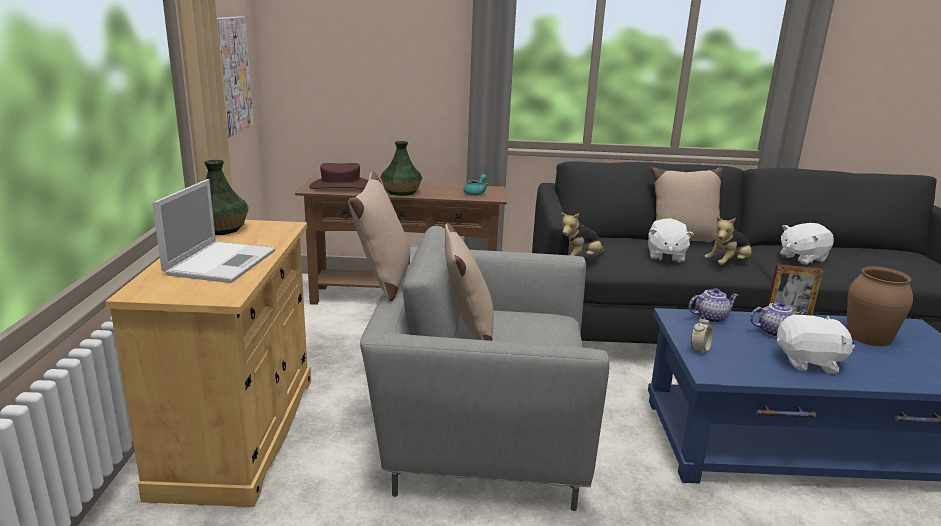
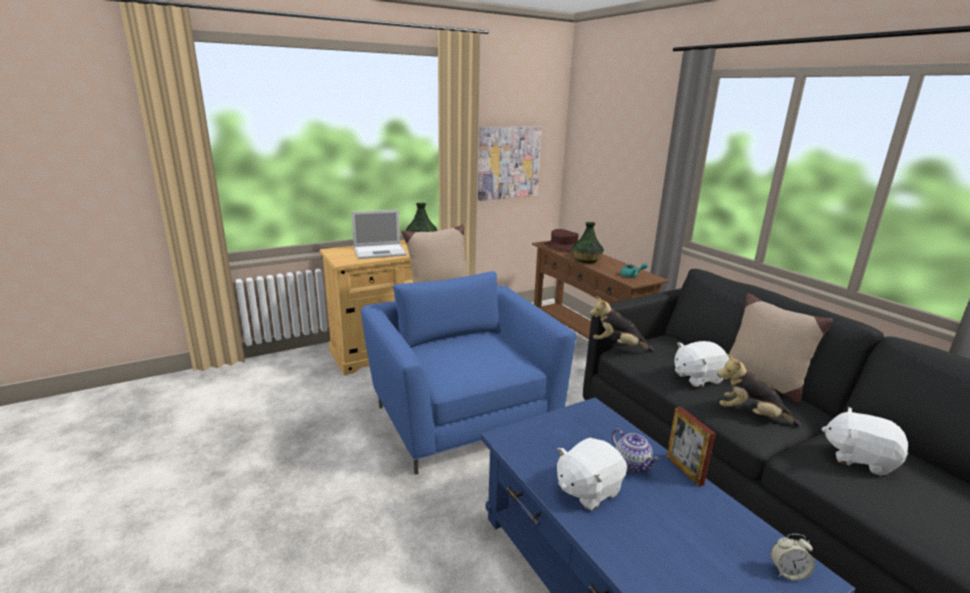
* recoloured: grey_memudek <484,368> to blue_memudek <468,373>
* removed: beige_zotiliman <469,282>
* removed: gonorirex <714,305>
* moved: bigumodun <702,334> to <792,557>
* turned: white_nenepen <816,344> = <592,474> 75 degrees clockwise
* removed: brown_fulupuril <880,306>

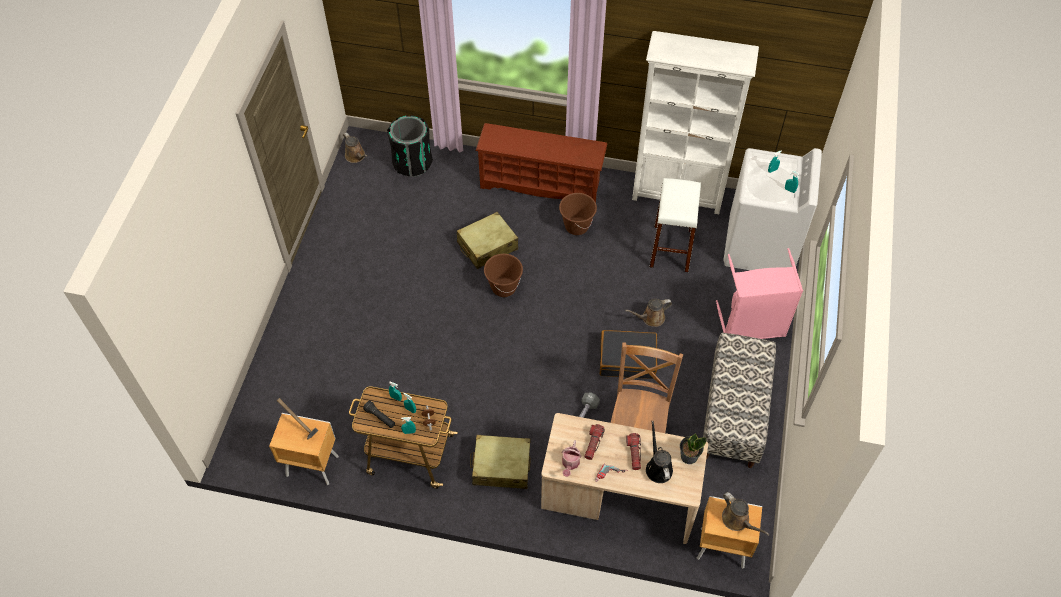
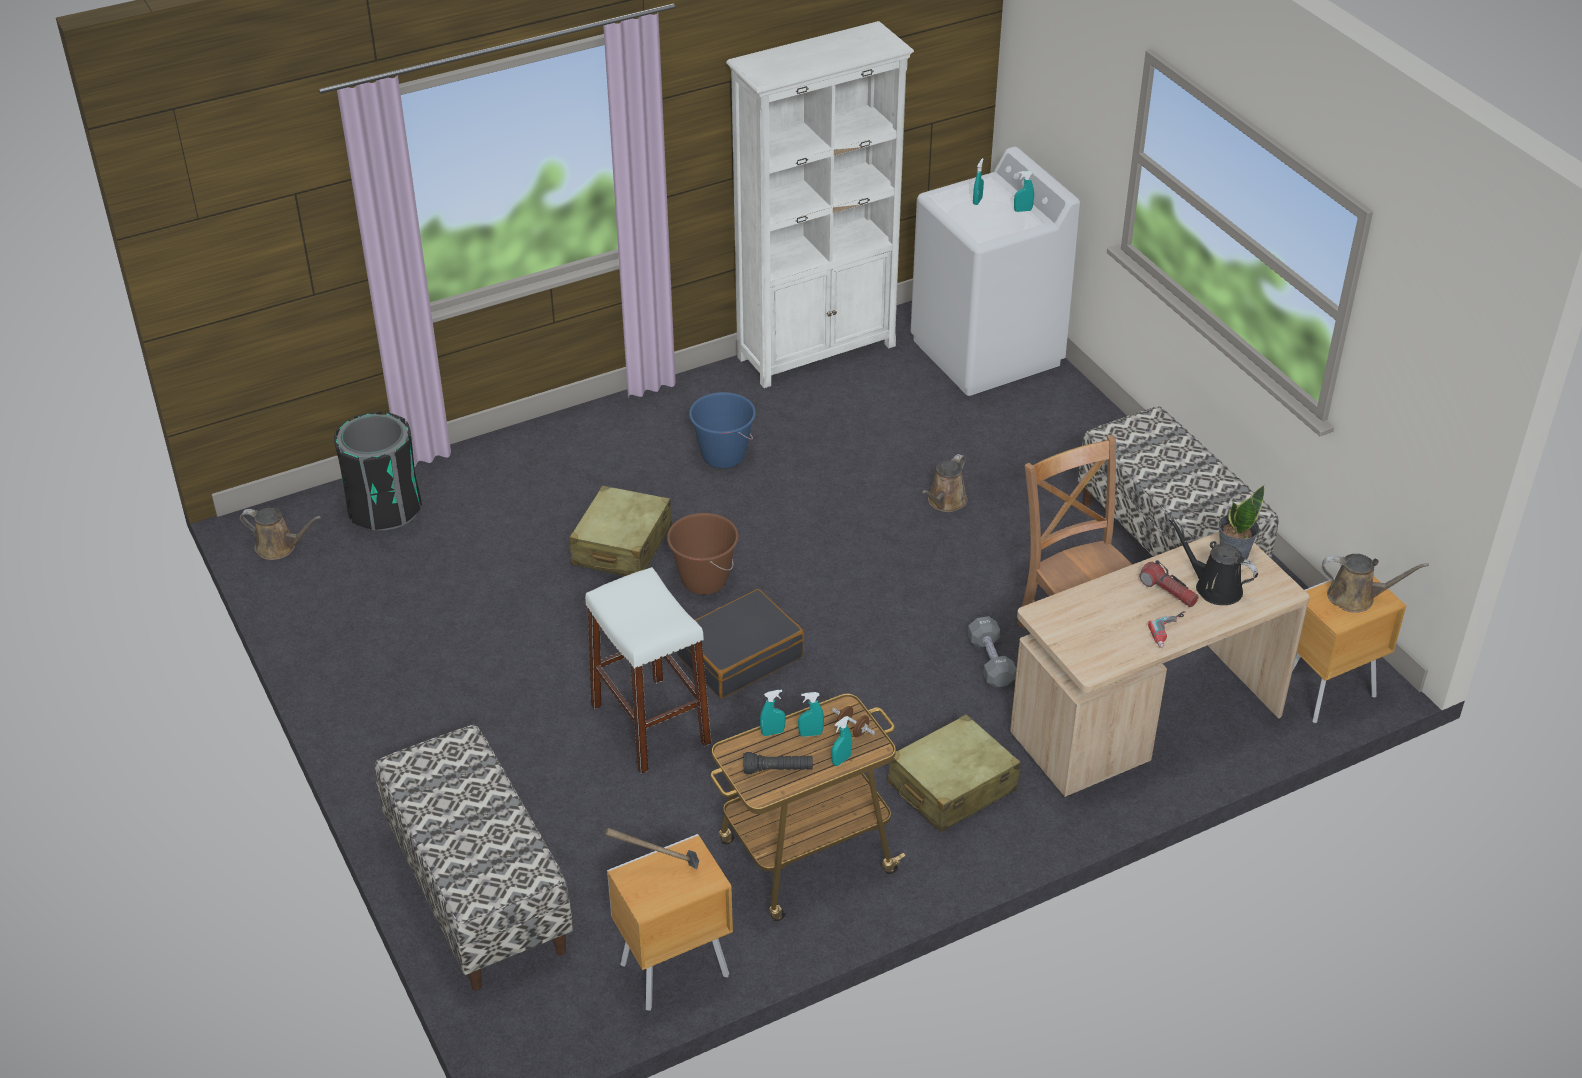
* removed: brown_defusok <541,163>
* recoloured: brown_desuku <578,214> to blue_desuku <722,430>
* removed: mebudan <571,458>
* removed: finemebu <594,442>
* moved: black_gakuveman <628,354> to <740,643>
* moved: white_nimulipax <675,225> to <648,670>
* removed: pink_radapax <759,293>
* added: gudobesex <474,858>

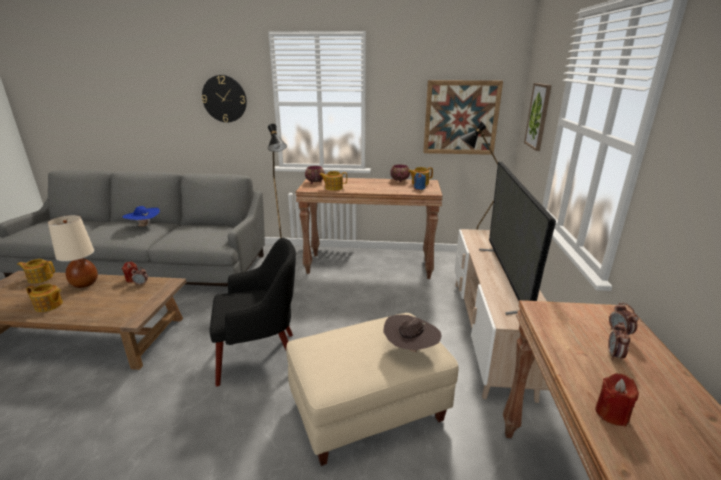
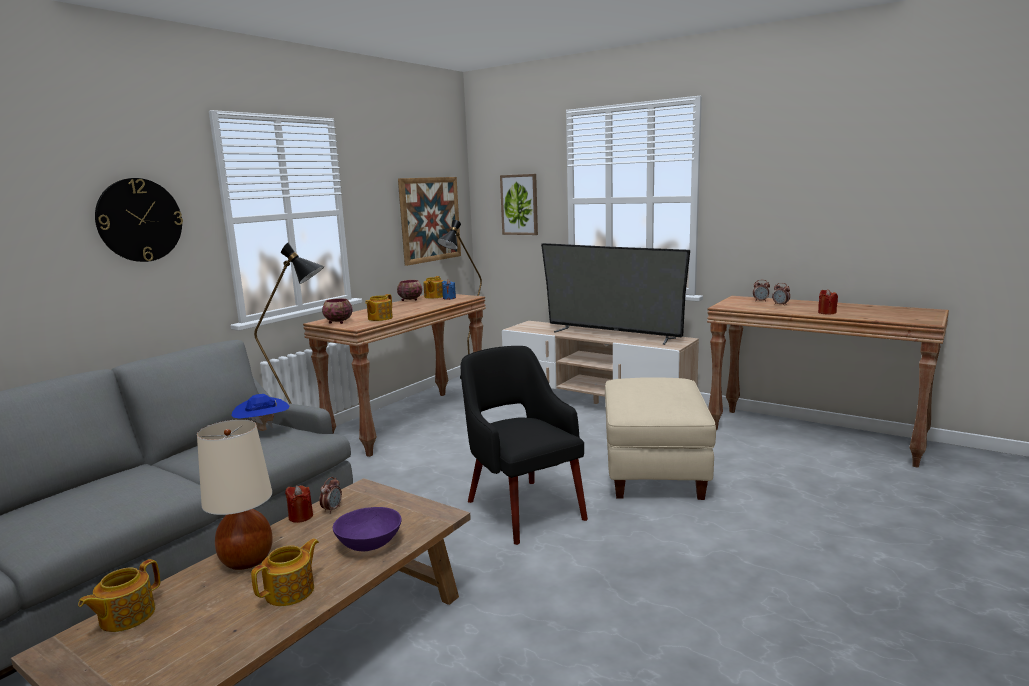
* moved: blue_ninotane <141,216> to <260,412>
* turned: black_memudek <252,312> = <524,445> 45 degrees counterclockwise
* removed: brown_ninotane <412,334>
* added: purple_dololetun <367,529>

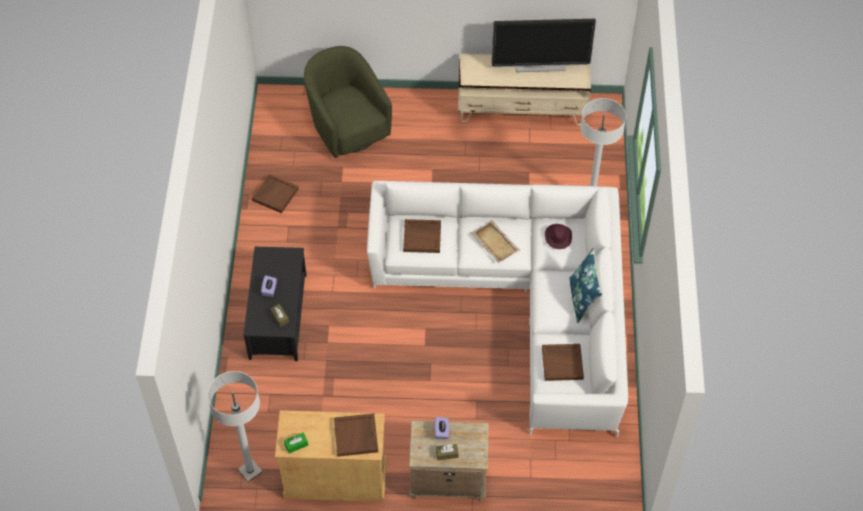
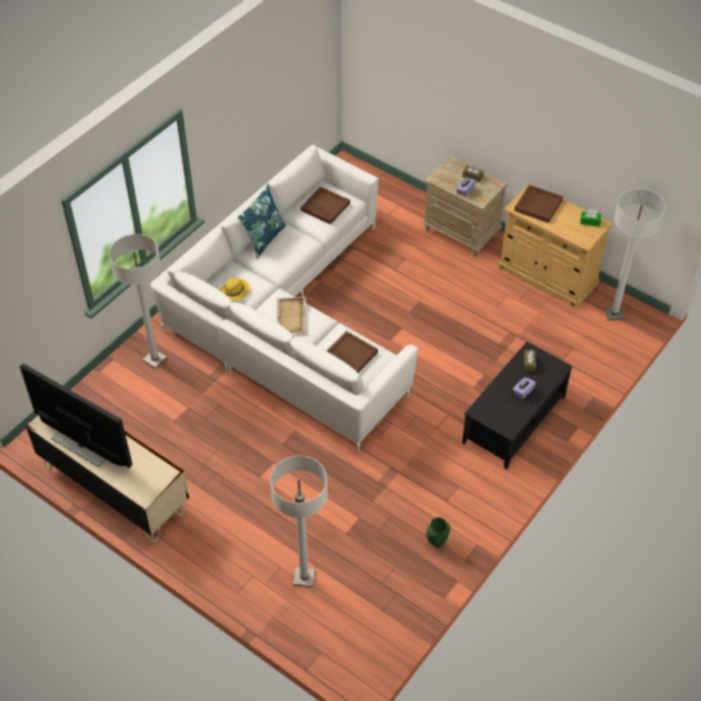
* replaced: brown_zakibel <275,193> to green_fulupuril <438,532>
* replaced: green_memudek <348,102> to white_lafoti <299,521>
* recoloured: purple_ninotane <558,236> to yellow_ninotane <234,290>

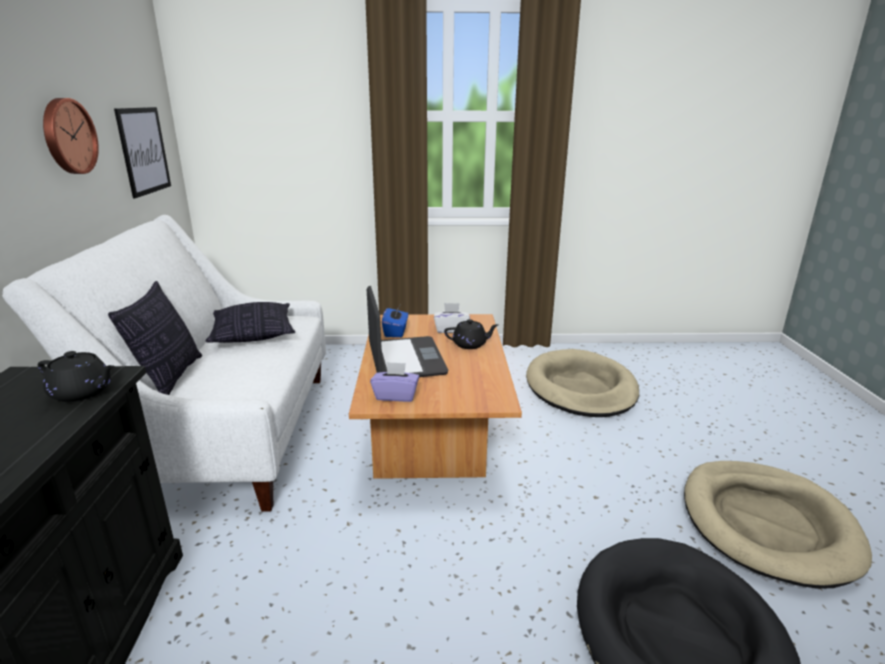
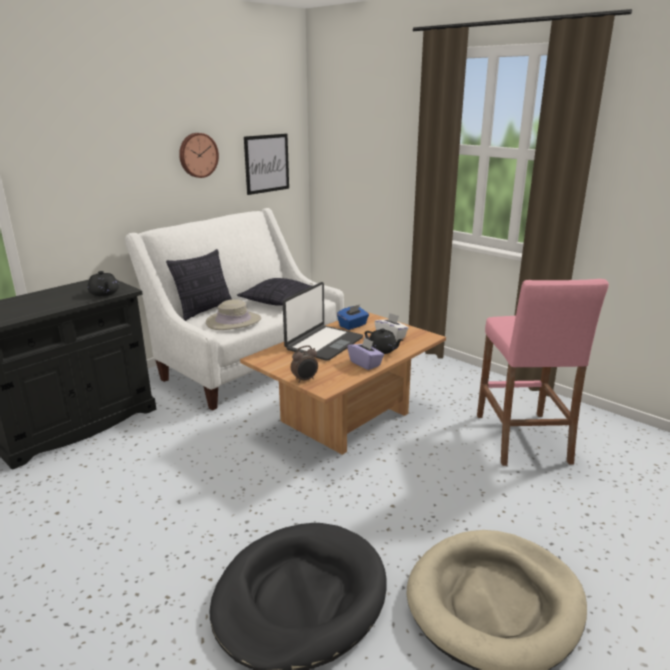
* moved: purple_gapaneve <395,382> to <366,353>
* replaced: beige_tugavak <582,383> to pink_nimulipax <543,372>
* added: beige_ninotane <233,314>
* added: bigumodun <304,364>

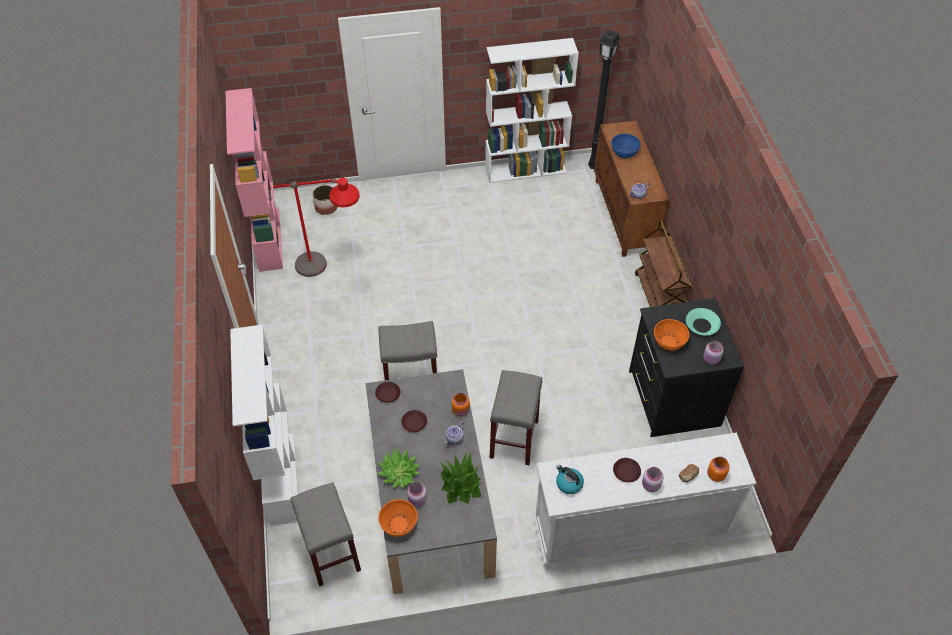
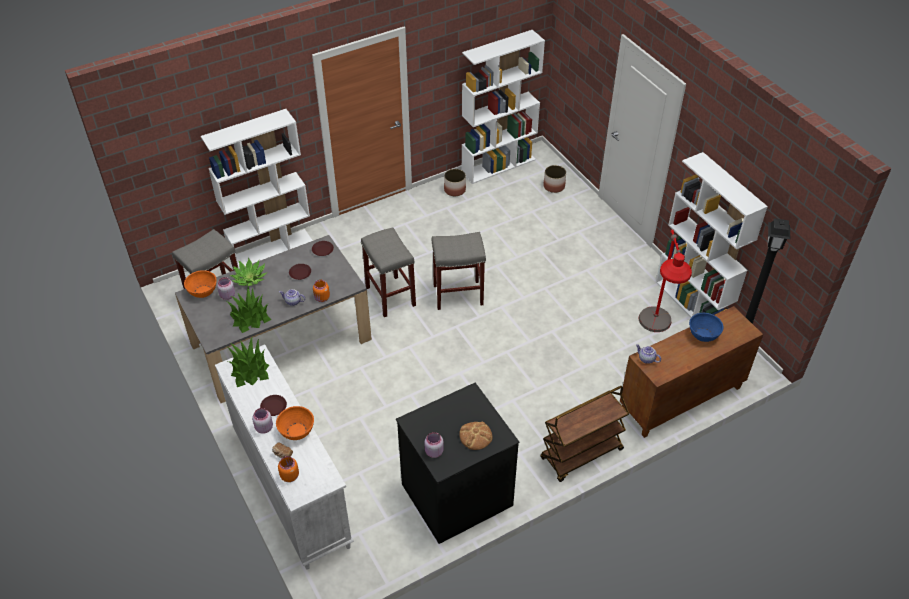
* recoloured: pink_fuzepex <254,180> to white_fuzepex <503,107>
* moved: red_lafoti <316,227> to <665,280>
* moved: grey_nimulipax <516,417> to <459,271>
* replaced: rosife <570,479> to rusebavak <248,362>
* moved: orange_dololetun <671,334> to <295,423>
* replaced: turquoise_dololetun <703,321> to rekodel <475,436>
* added: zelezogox <455,182>

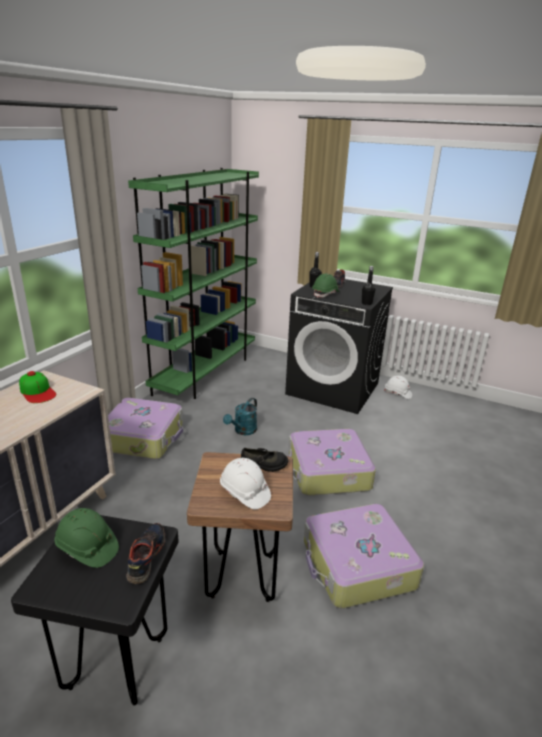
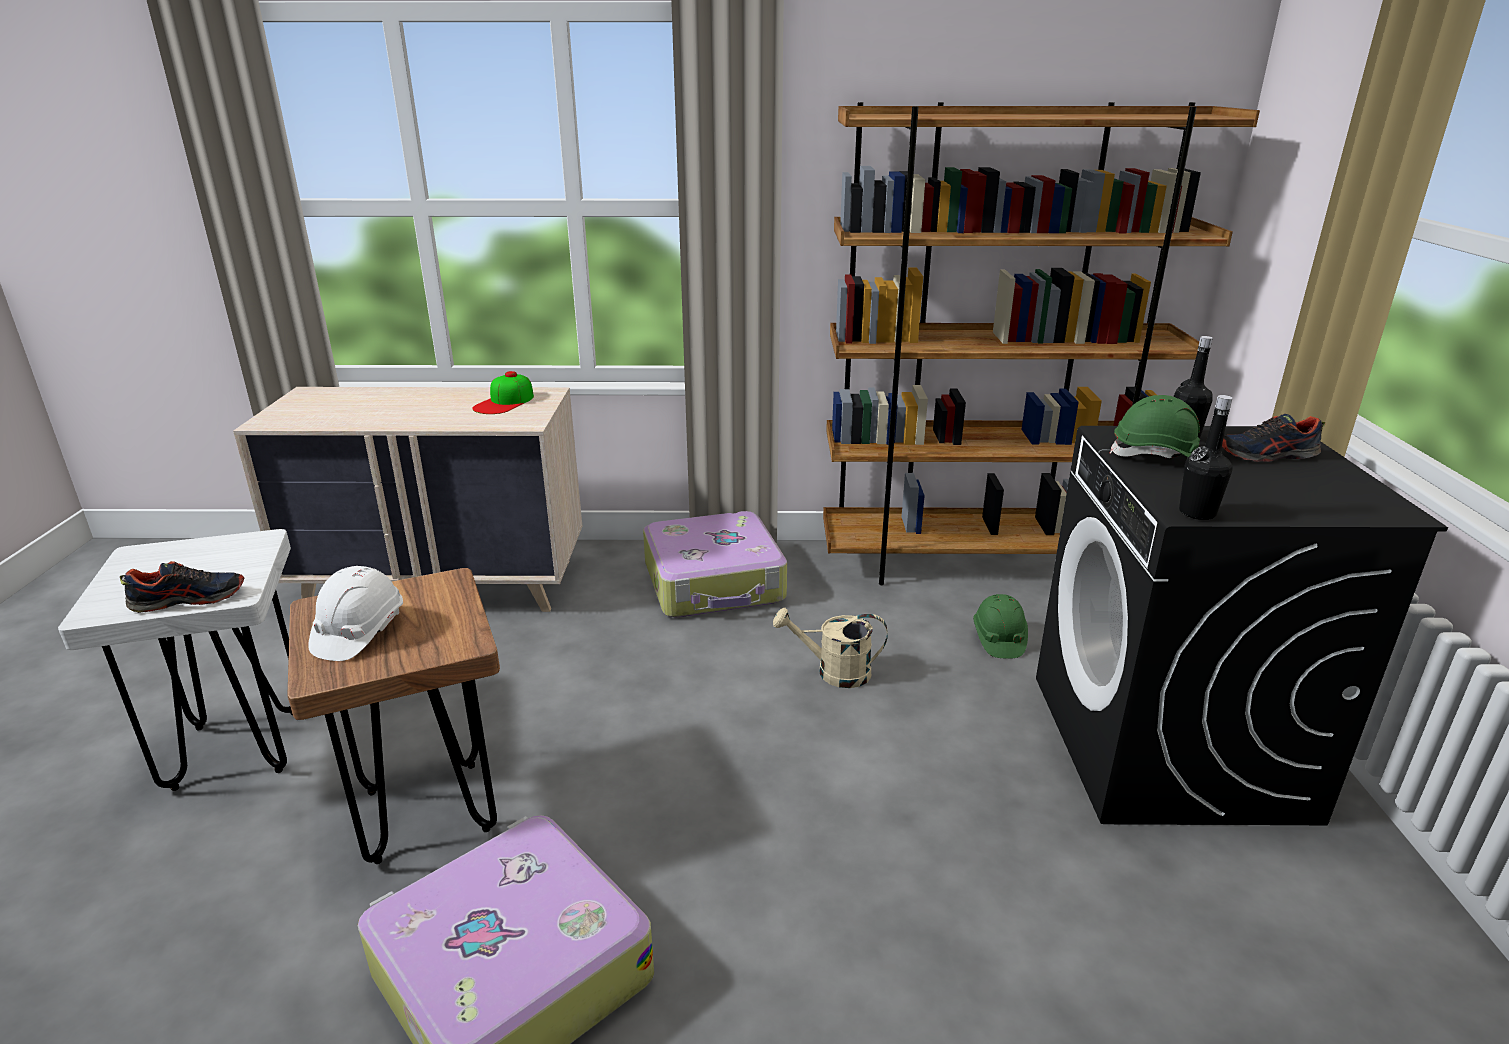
* recoloured: black_nimulipax <95,610> to white_nimulipax <175,660>
* moved: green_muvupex <87,538> to <1000,626>
* recoloured: green_fuzepex <193,283> to brown_fuzepex <1041,343>
* recoloured: turquoise_mebudan <240,416> to beige_mebudan <830,648>
* removed: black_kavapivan <264,460>
* removed: gakuveman <332,462>
* removed: white_muvupex <398,387>

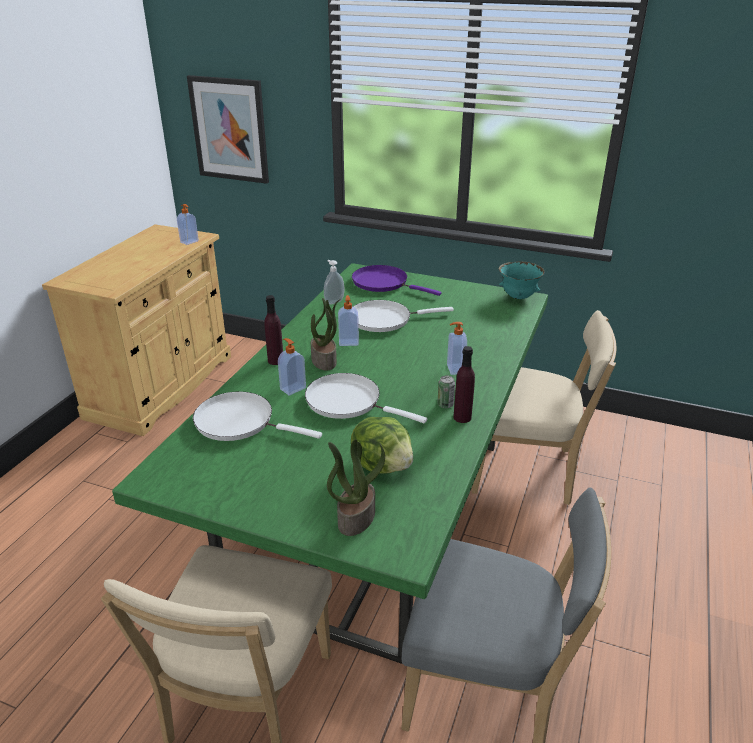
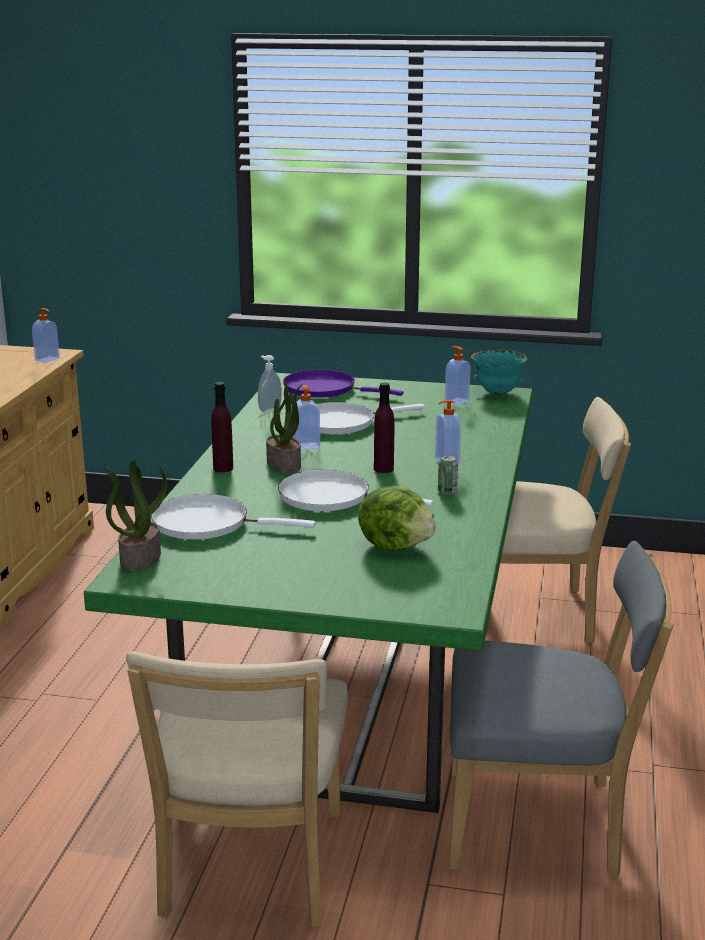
* removed: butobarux <228,129>
* moved: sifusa <292,366> to <458,376>
* moved: rusebavak <356,487> to <136,515>
* moved: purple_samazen <464,384> to <384,427>

